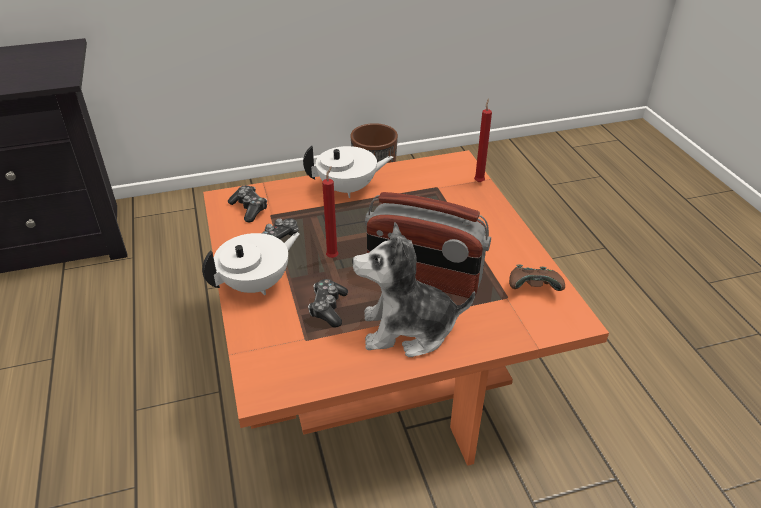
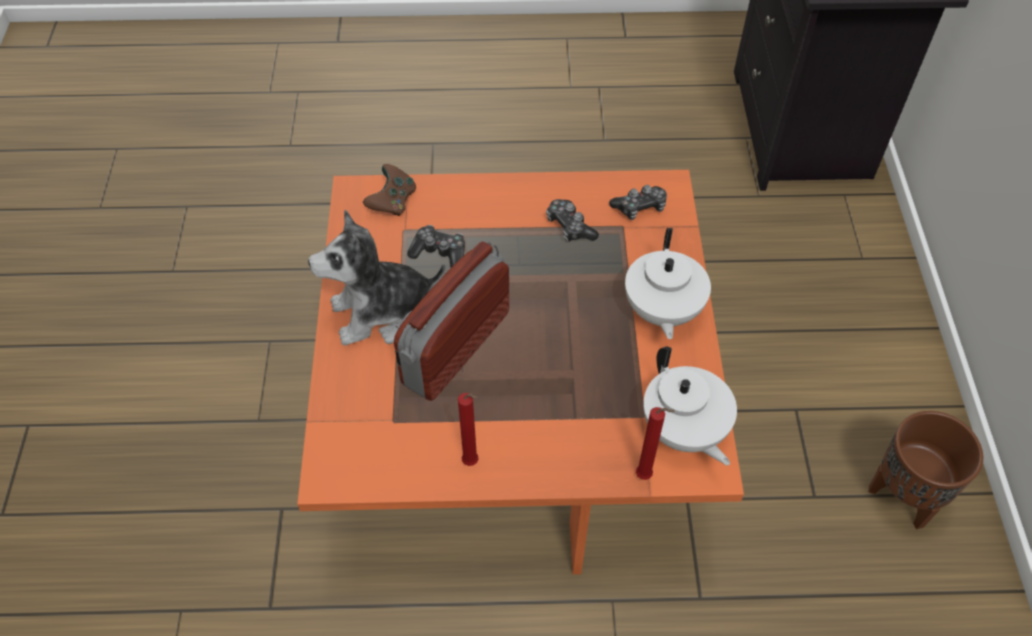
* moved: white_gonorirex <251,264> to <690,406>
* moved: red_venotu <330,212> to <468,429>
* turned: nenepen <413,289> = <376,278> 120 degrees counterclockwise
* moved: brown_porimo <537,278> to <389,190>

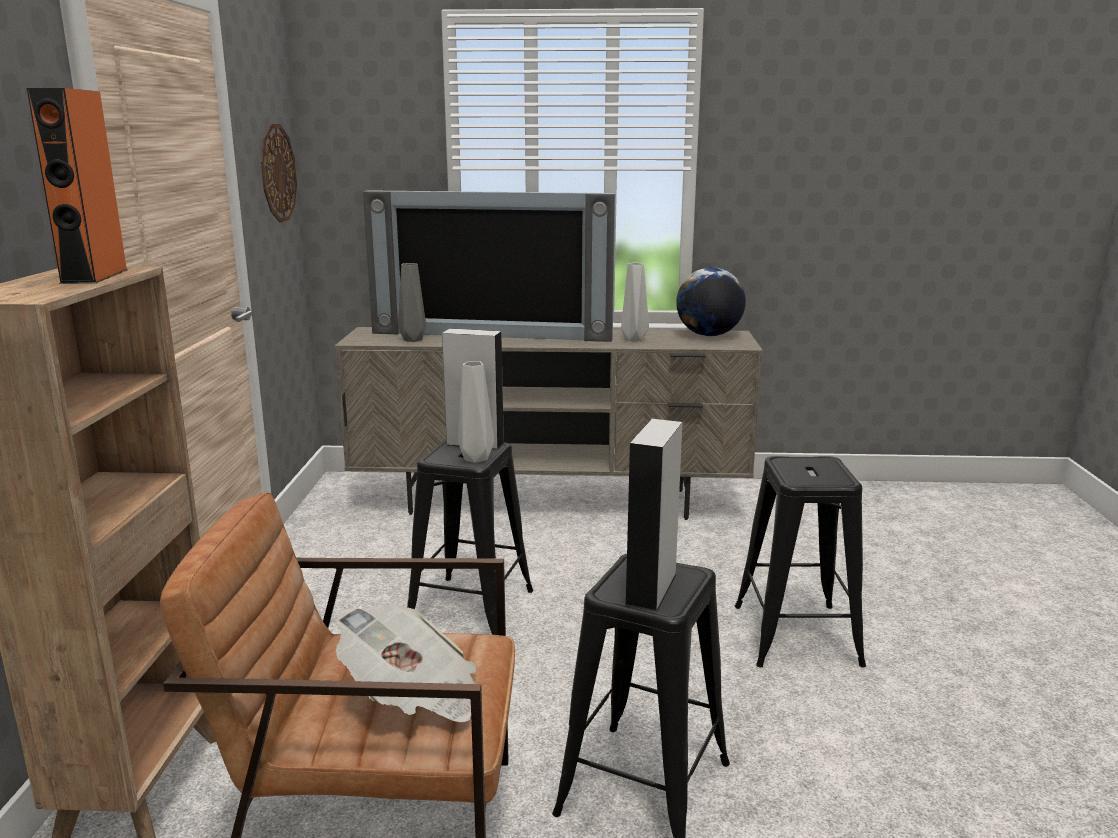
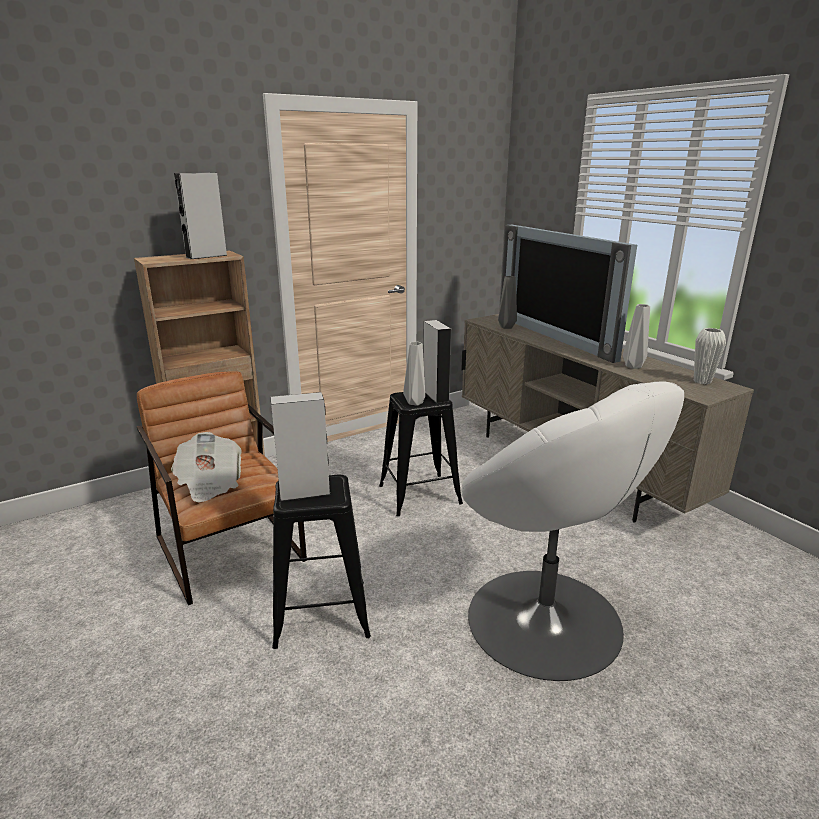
* recoloured: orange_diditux <76,186> to grey_diditux <201,215>
* removed: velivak <279,173>
* replaced: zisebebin <711,301> to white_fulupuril <710,356>
* replaced: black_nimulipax <800,562> to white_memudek <573,531>

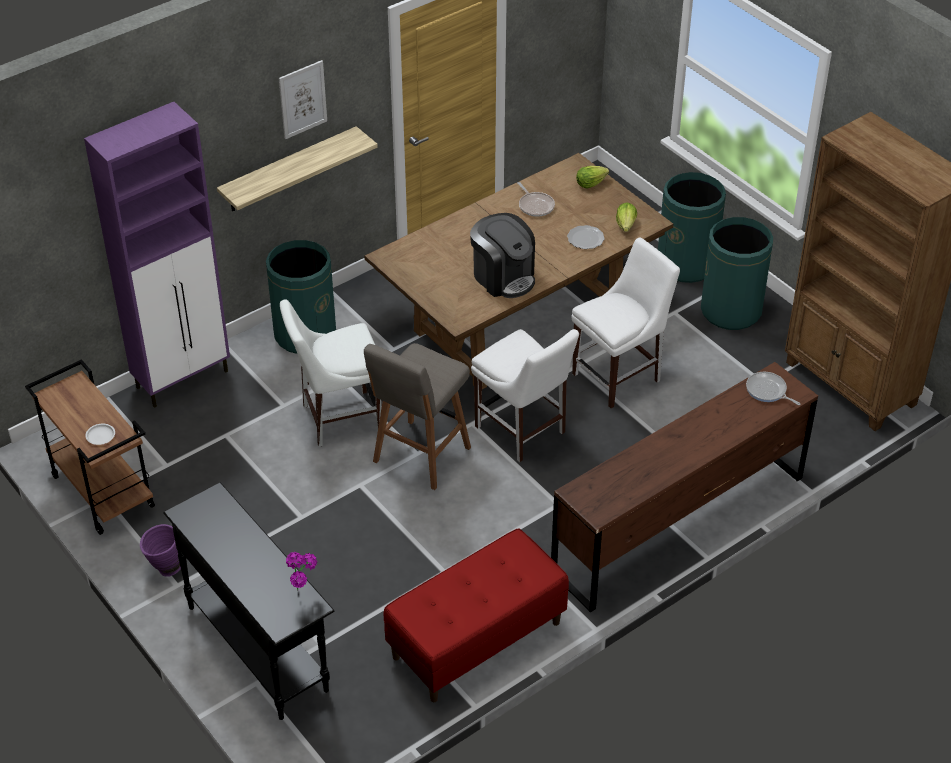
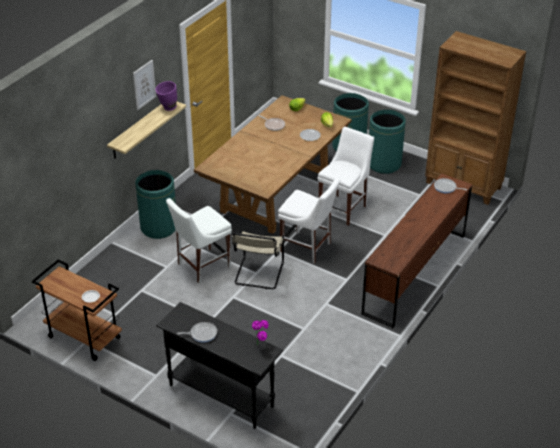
* removed: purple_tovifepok <157,255>
* moved: purple_fulupuril <160,550> to <166,96>
* replaced: grey_nimulipax <417,416> to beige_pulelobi <257,259>
* removed: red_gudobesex <476,615>
* removed: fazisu <502,255>
* added: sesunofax <197,332>

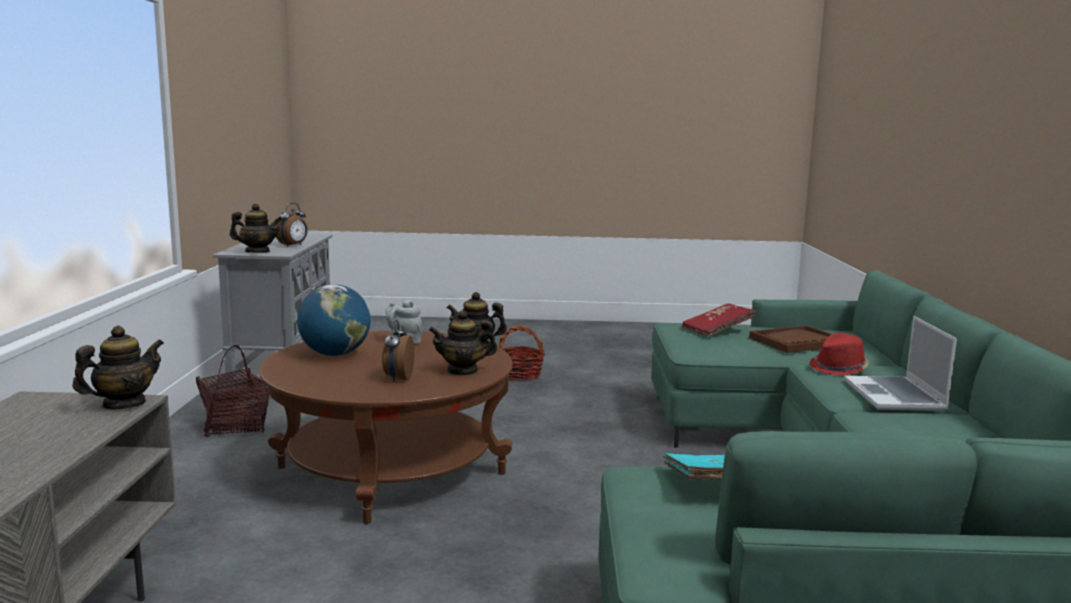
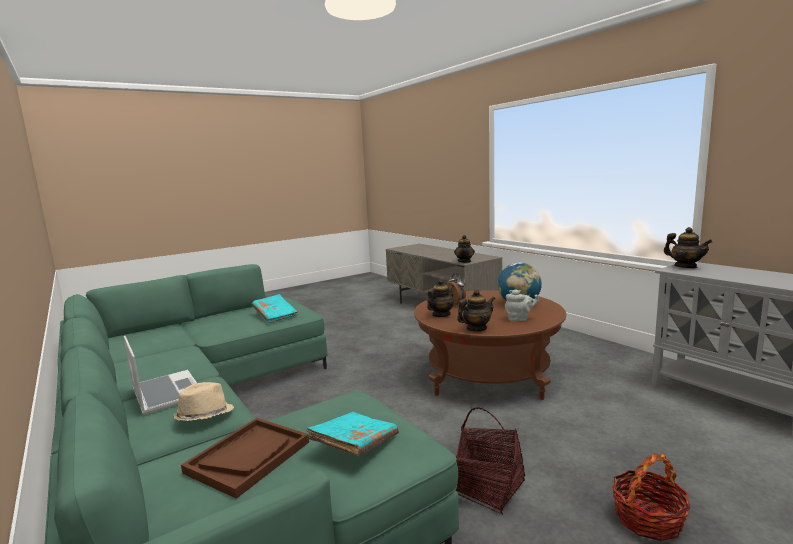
* moved: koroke <232,391> to <490,461>
* turned: gonorirex <256,228> = <688,247> 90 degrees counterclockwise
* removed: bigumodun <292,225>
* recoloured: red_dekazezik <719,320> to turquoise_dekazezik <352,434>
* recoloured: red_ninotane <839,354> to beige_ninotane <204,401>

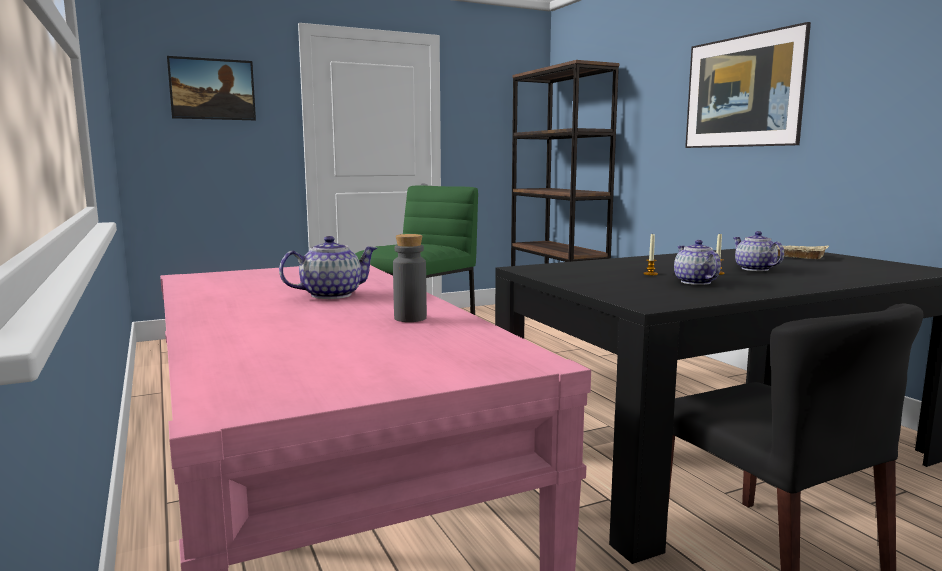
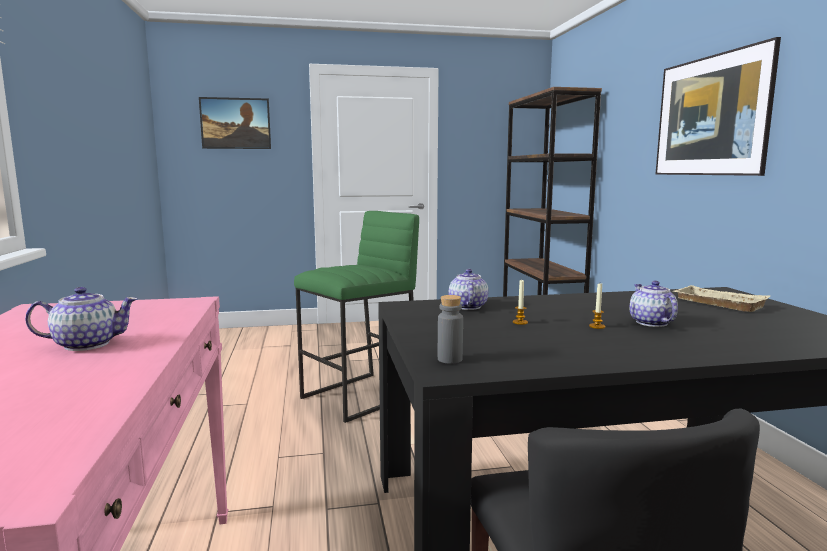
* moved: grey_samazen <410,278> to <450,329>
* moved: gonorirex <697,262> to <468,289>

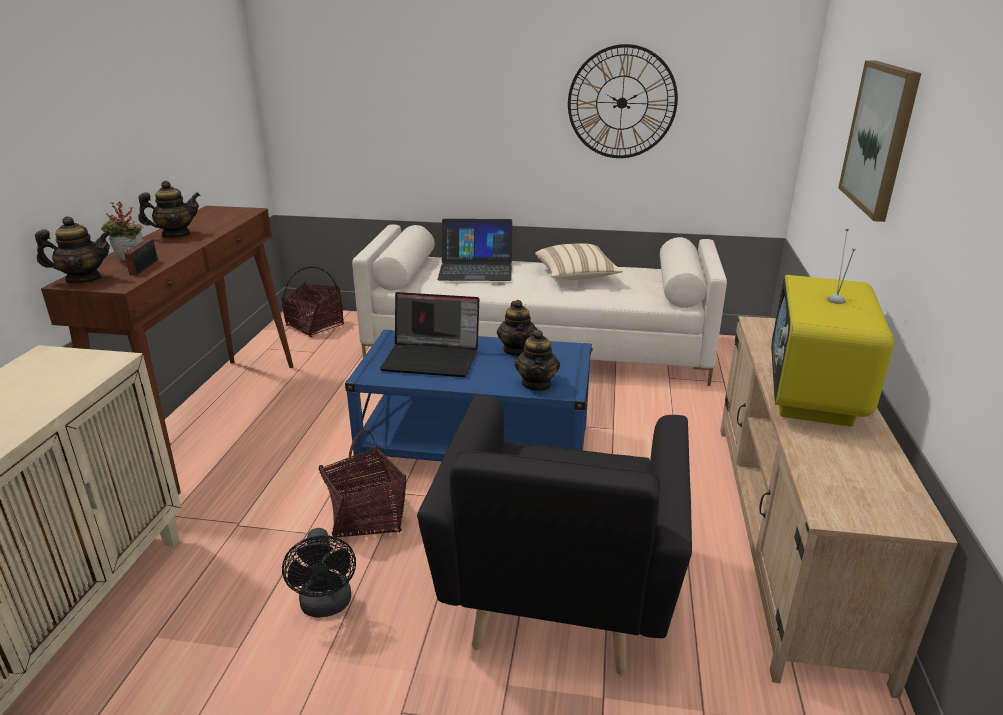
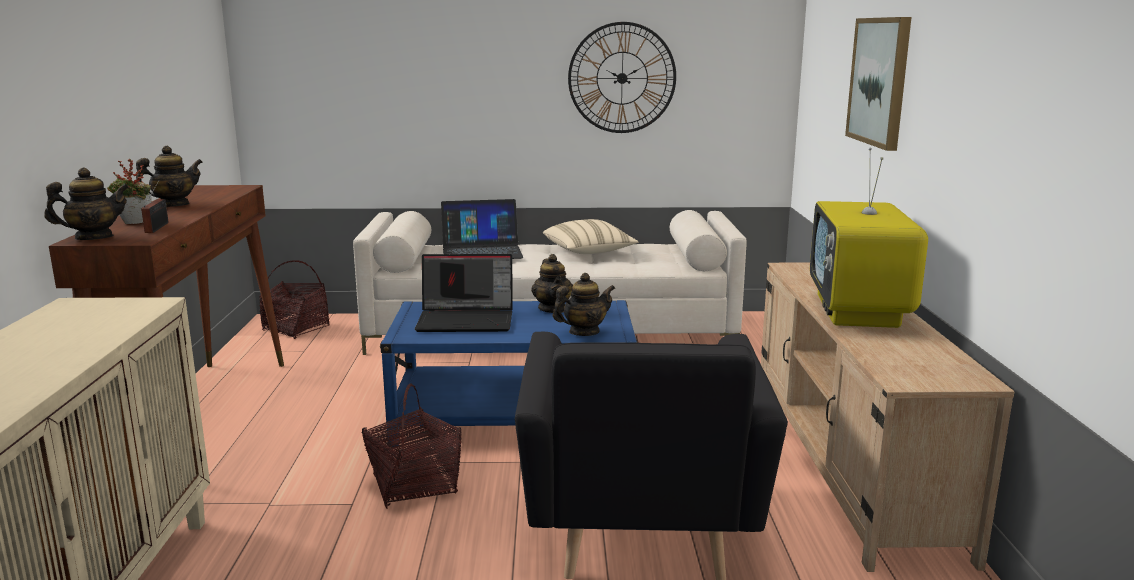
* removed: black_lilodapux <319,573>
* turned: gonorirex <537,360> = <584,304> 105 degrees counterclockwise

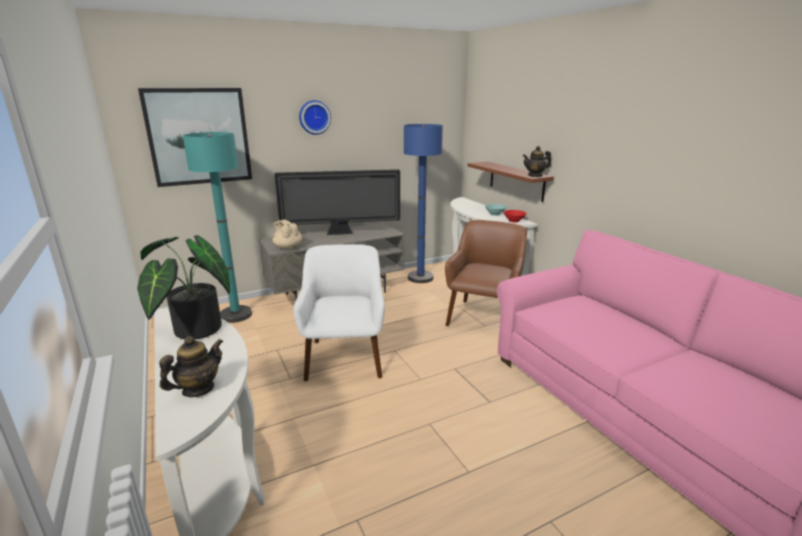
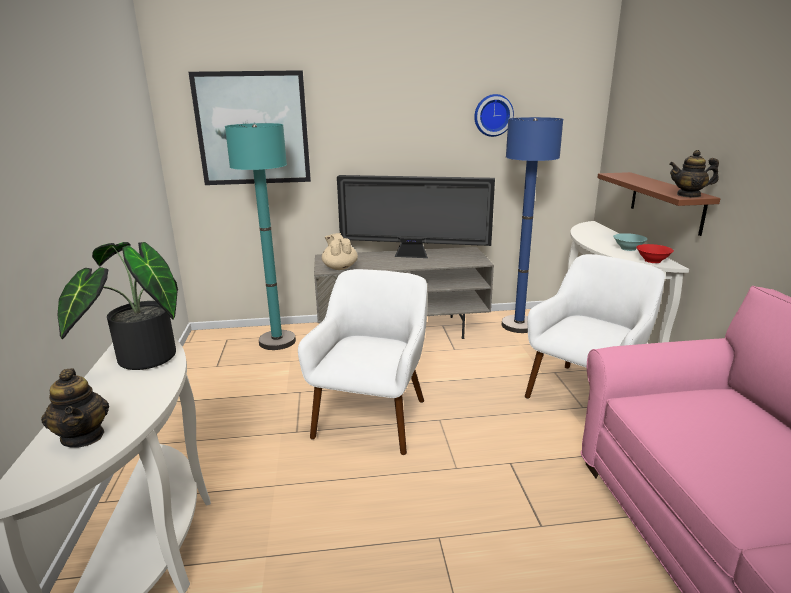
* turned: gonorirex <191,366> = <75,408> 90 degrees clockwise
* moved: velivak <315,117> to <494,115>
* recoloured: brown_memudek <486,273> to white_memudek <595,326>

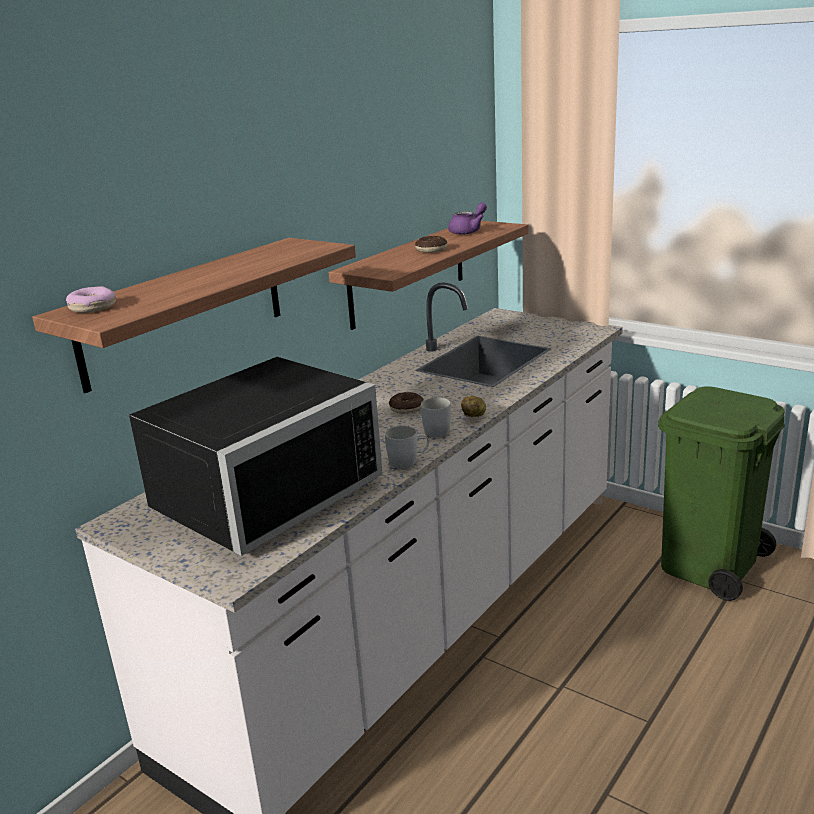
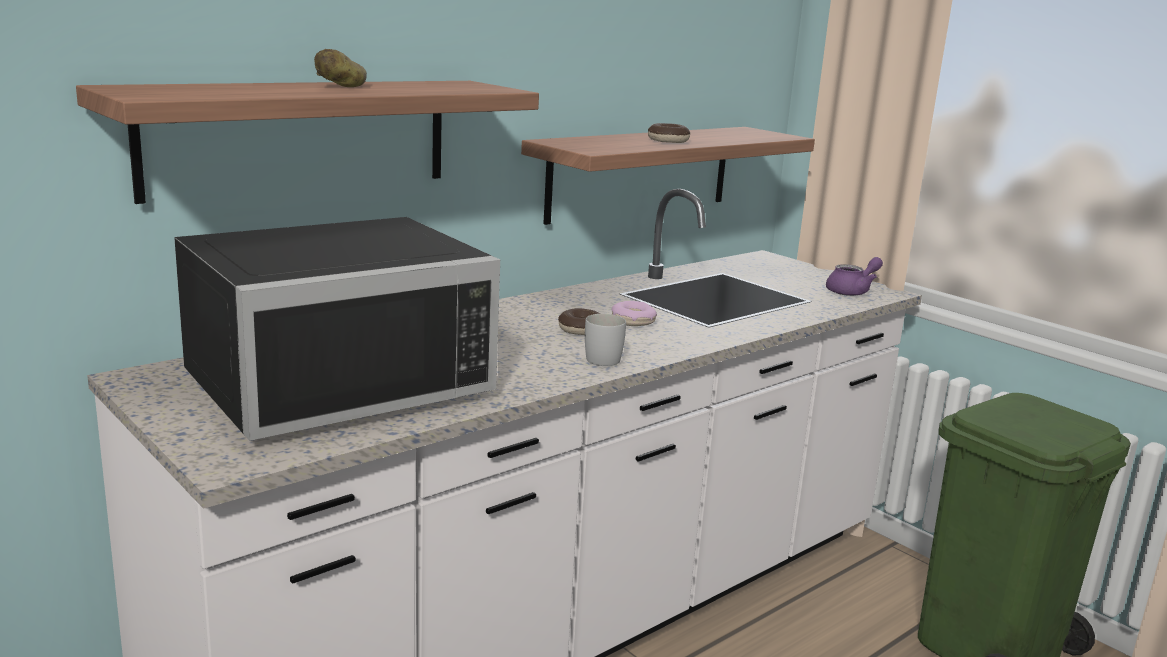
* moved: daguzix <91,299> to <634,313>
* removed: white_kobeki <407,447>
* moved: purple_gonorirex <467,219> to <854,276>
* moved: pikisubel <473,406> to <340,68>

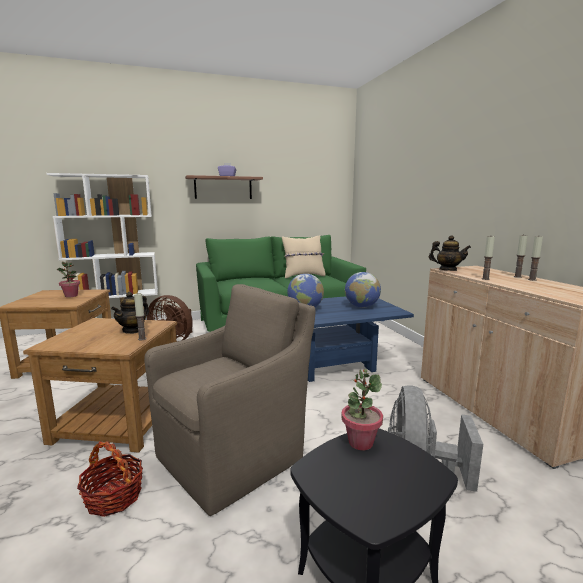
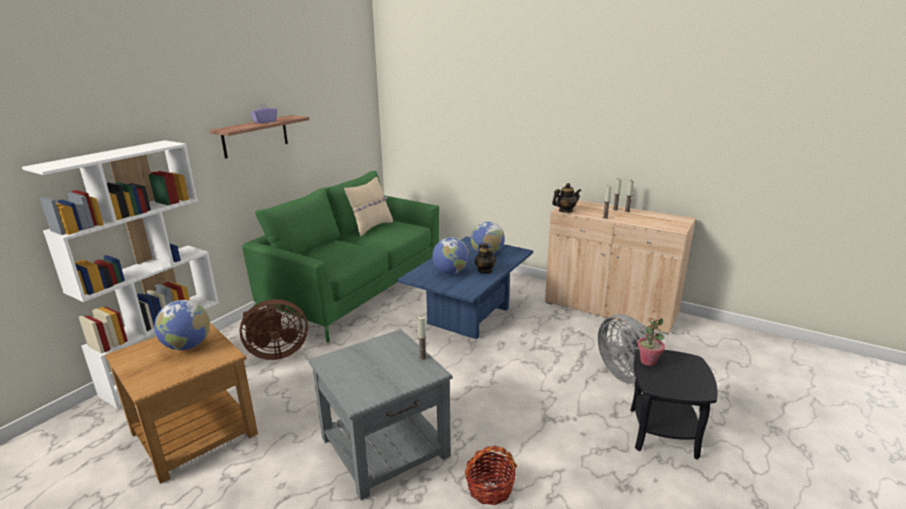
* recoloured: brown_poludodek <100,385> to grey_poludodek <381,414>
* replaced: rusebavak <68,279> to zisebebin <182,325>
* moved: gonorirex <130,313> to <485,258>
* removed: brown_memudek <229,400>

